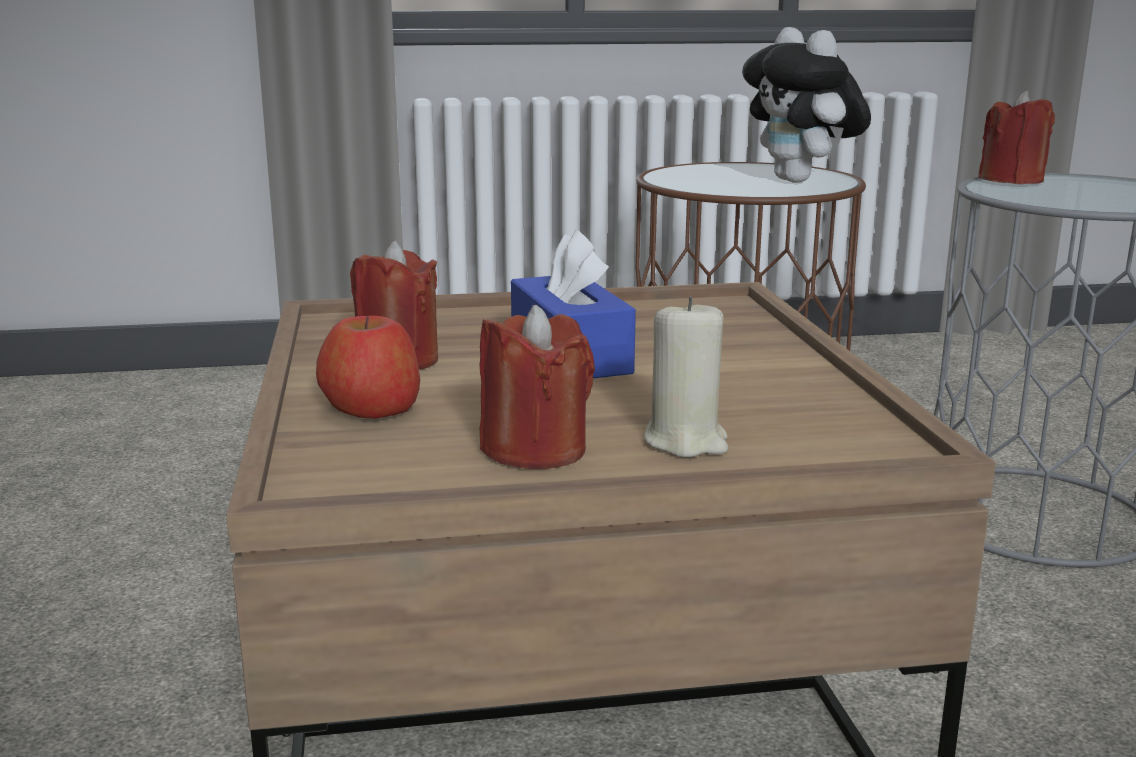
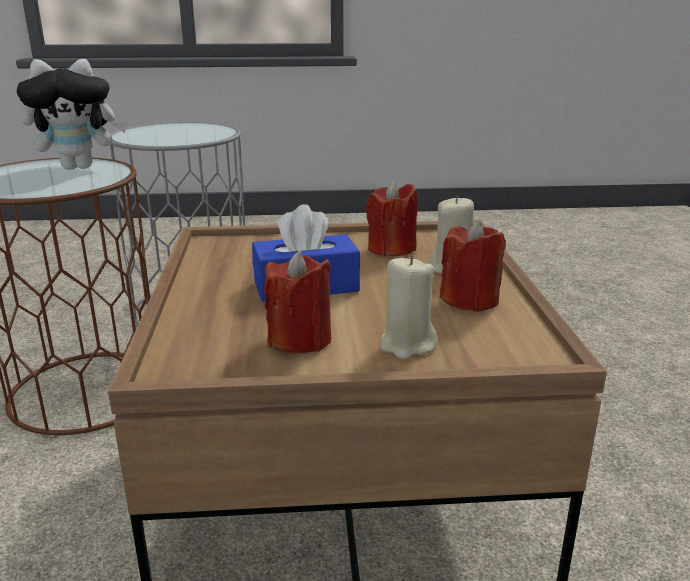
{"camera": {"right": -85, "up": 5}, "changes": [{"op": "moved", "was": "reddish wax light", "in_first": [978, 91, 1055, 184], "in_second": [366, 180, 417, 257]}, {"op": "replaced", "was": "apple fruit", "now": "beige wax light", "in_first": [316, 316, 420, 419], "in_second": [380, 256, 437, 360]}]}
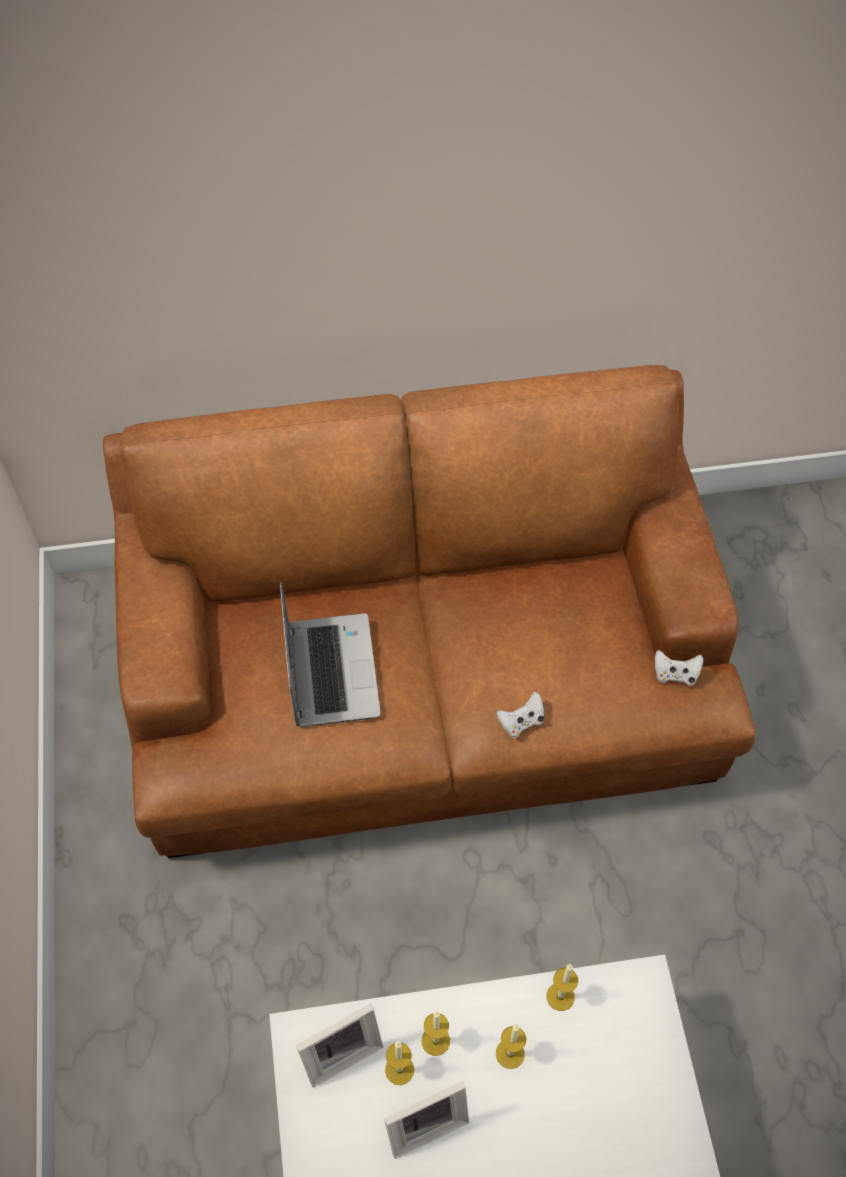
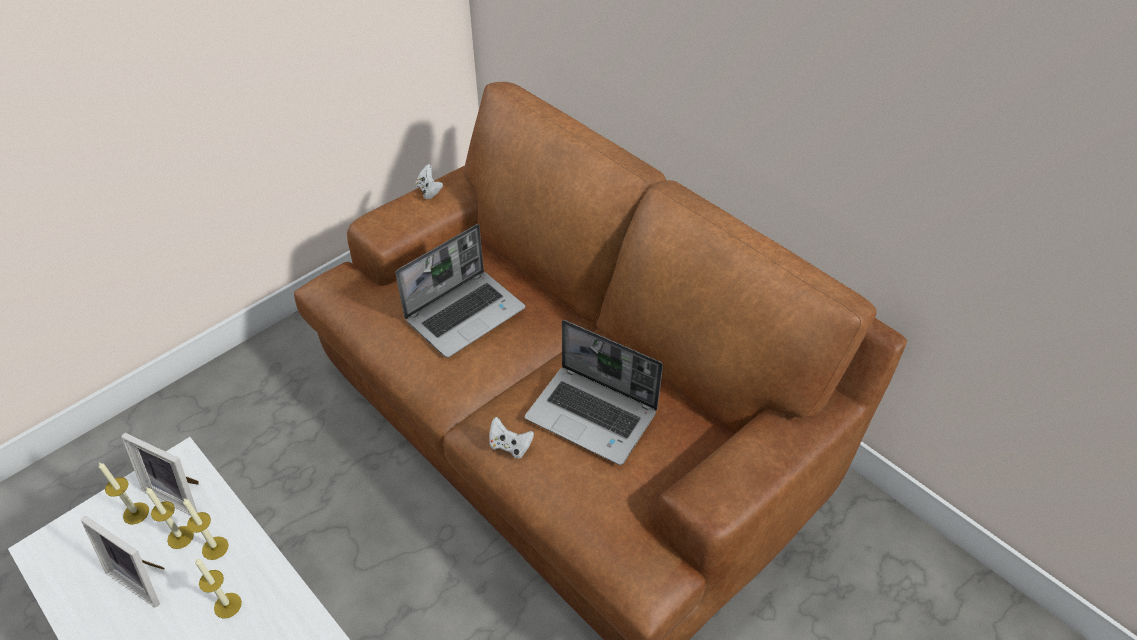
{"camera": {"right": 55, "up": -10}, "changes": [{"op": "added", "now": "portable computer", "in_second": [525, 320, 663, 465]}, {"op": "moved", "was": "wax light", "in_first": [546, 964, 578, 1011], "in_second": [99, 463, 149, 525]}, {"op": "moved", "was": "white joypad", "in_first": [655, 650, 703, 686], "in_second": [416, 164, 443, 199]}]}
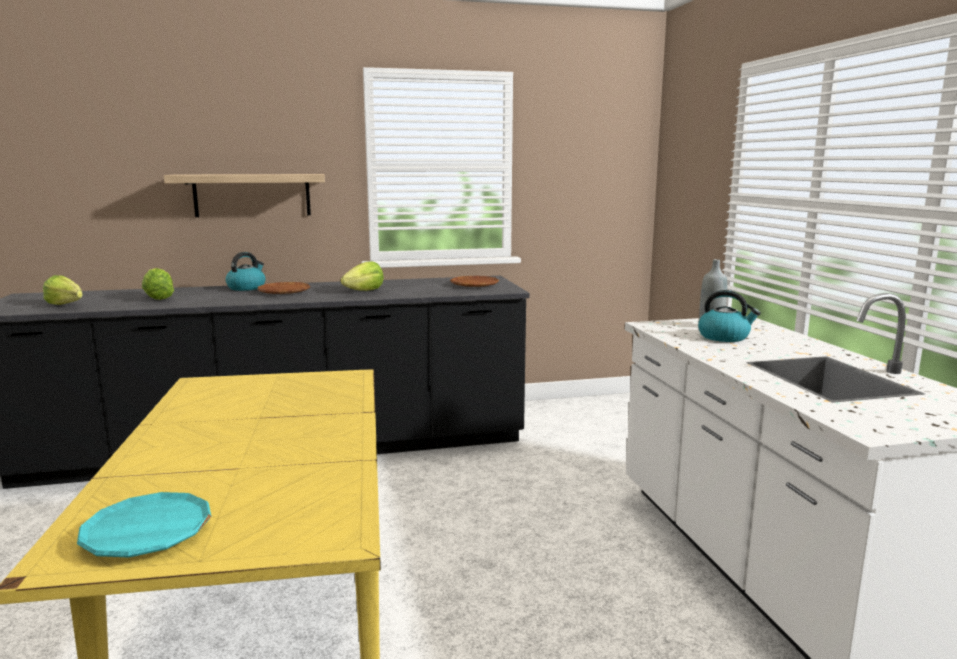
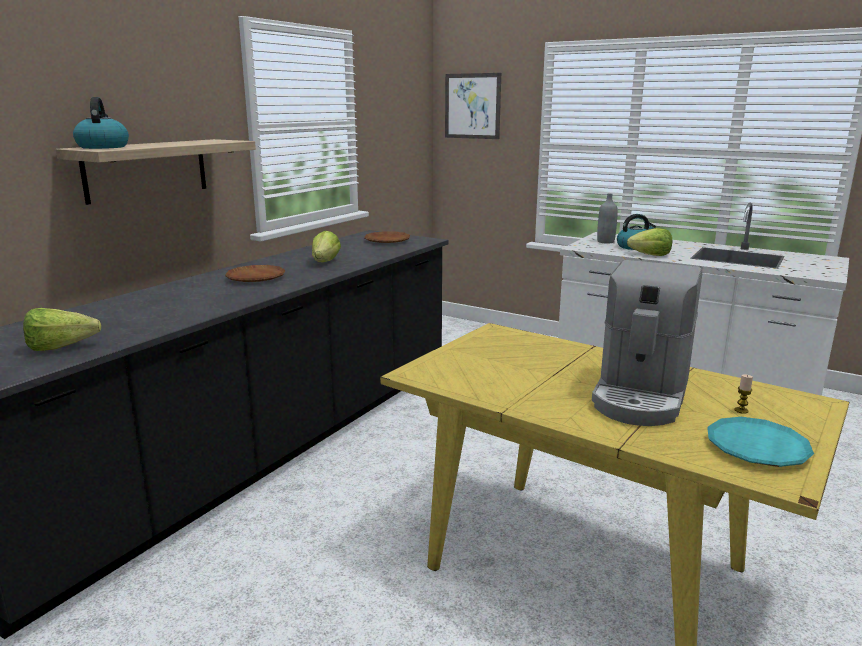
{"camera": {"right": -45, "up": 5}, "changes": [{"op": "added", "now": "wall art", "in_second": [445, 73, 501, 139]}, {"op": "added", "now": "coffee maker", "in_second": [592, 260, 703, 426]}, {"op": "added", "now": "wax light", "in_second": [735, 374, 753, 414]}, {"op": "moved", "was": "head of lettuce", "in_first": [142, 268, 174, 300], "in_second": [627, 228, 672, 256]}, {"op": "moved", "was": "tea kettle", "in_first": [226, 252, 265, 291], "in_second": [73, 97, 129, 149]}]}
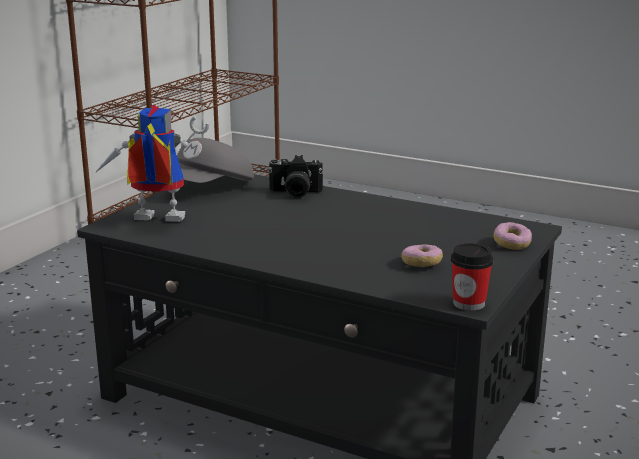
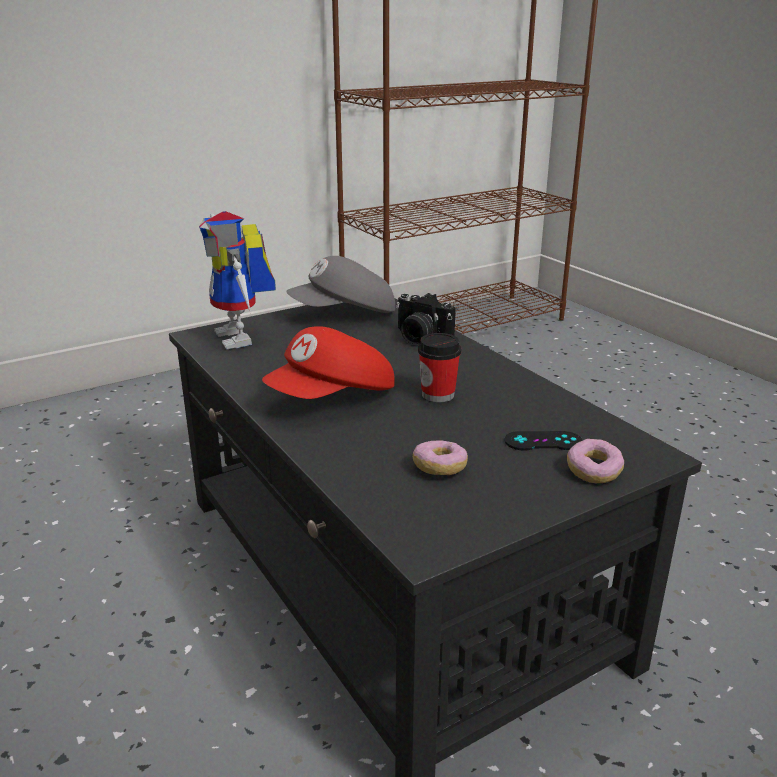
{"camera": {"right": 30, "up": 5}, "changes": [{"op": "added", "now": "reddish cap", "in_second": [262, 326, 395, 399]}, {"op": "added", "now": "black joypad", "in_second": [505, 431, 583, 451]}, {"op": "moved", "was": "drinking cup", "in_first": [451, 243, 493, 311], "in_second": [418, 333, 461, 402]}, {"op": "turned", "was": "toy robot", "in_first": [94, 105, 209, 222], "in_second": [199, 211, 276, 350], "clockwise": -150}]}
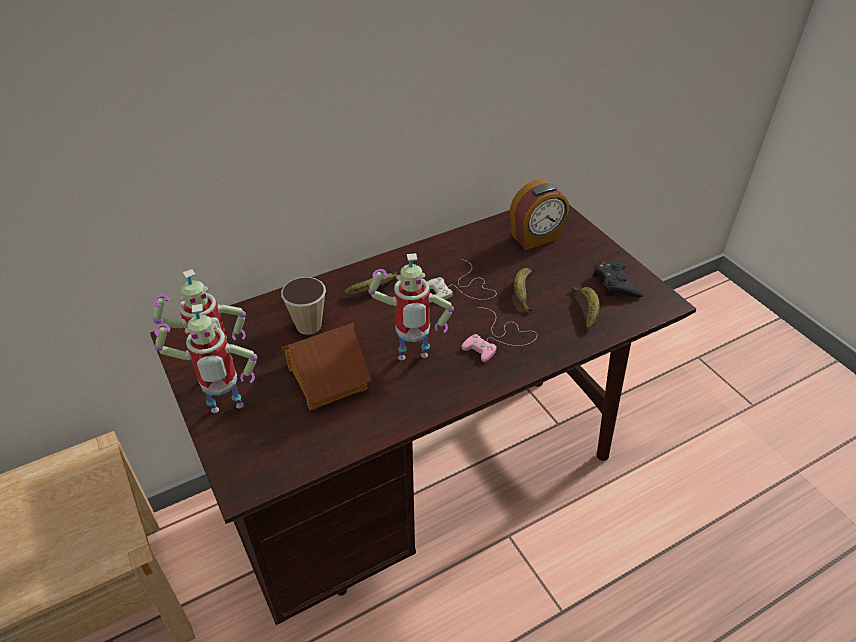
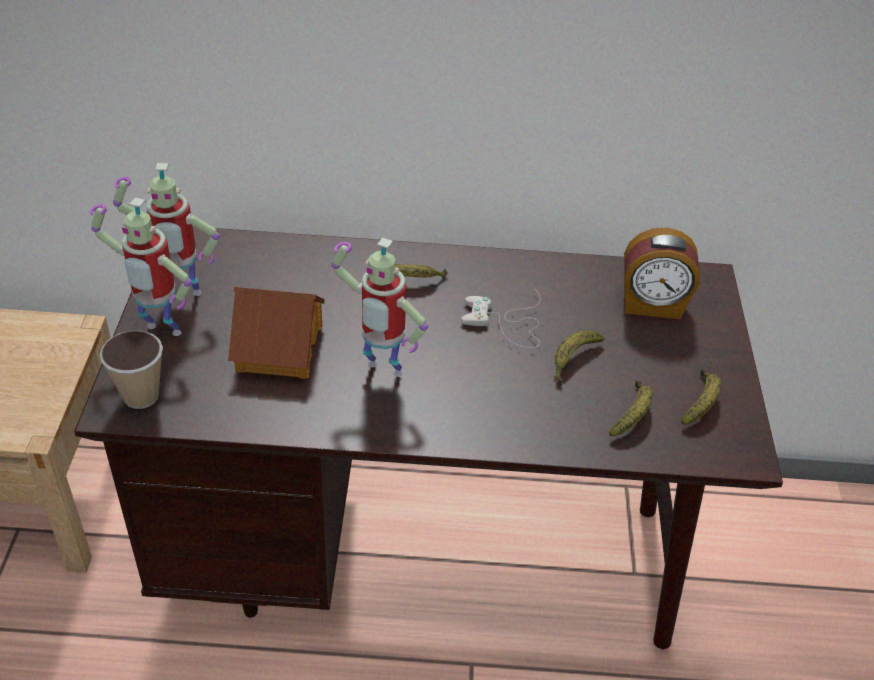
{"camera": {"right": 30, "up": 0}, "changes": [{"op": "removed", "was": "pinkish joypad", "in_first": [461, 308, 537, 362]}, {"op": "moved", "was": "drinking cup", "in_first": [281, 277, 326, 335], "in_second": [100, 331, 163, 409]}, {"op": "replaced", "was": "black joypad", "now": "banana", "in_first": [593, 261, 643, 297], "in_second": [681, 369, 721, 425]}]}
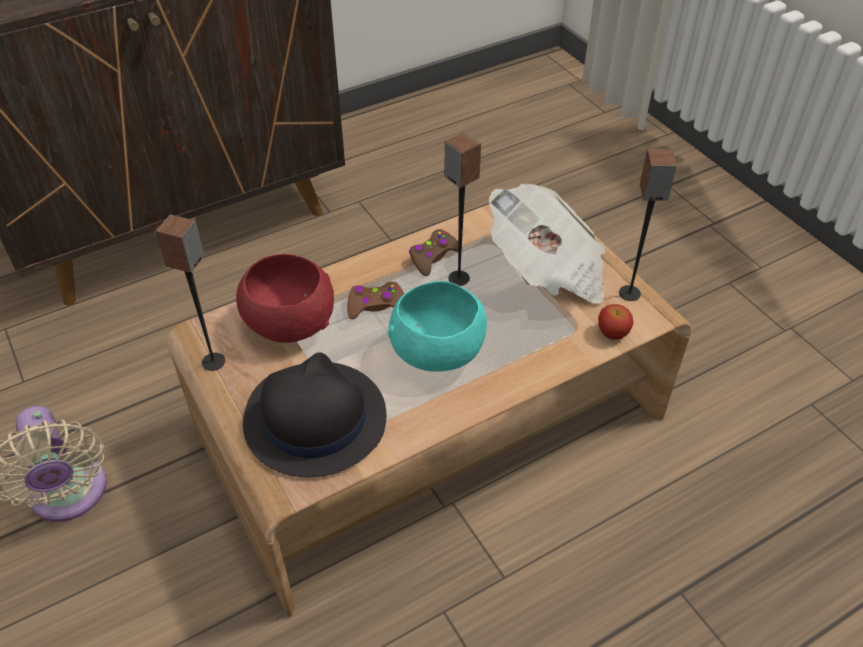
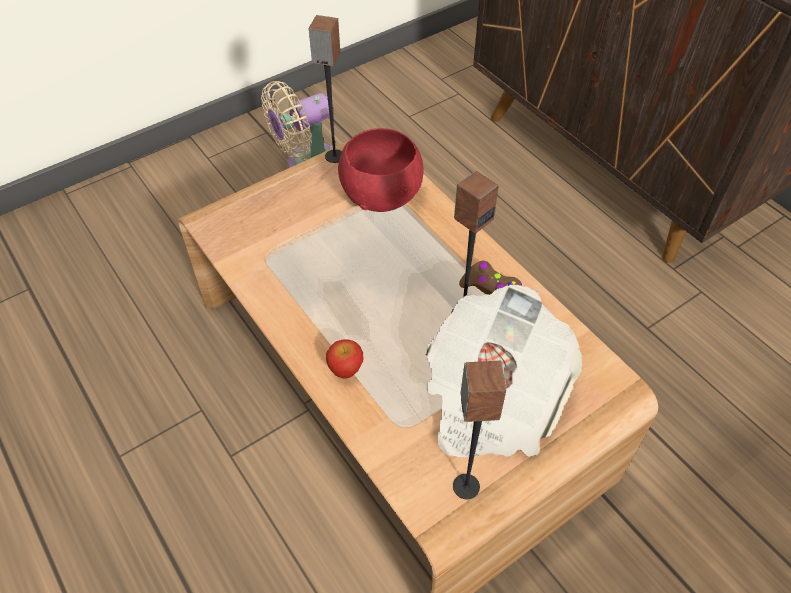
{"camera": {"right": 85, "up": 5}, "changes": [{"op": "removed", "was": "black clothing hat", "in_first": [243, 353, 386, 477]}, {"op": "removed", "was": "brown joypad", "in_first": [347, 282, 404, 319]}, {"op": "removed", "was": "blue-green bowl", "in_first": [388, 281, 487, 372]}, {"op": "moved", "was": "apple fruit", "in_first": [598, 304, 633, 340], "in_second": [326, 340, 363, 379]}]}
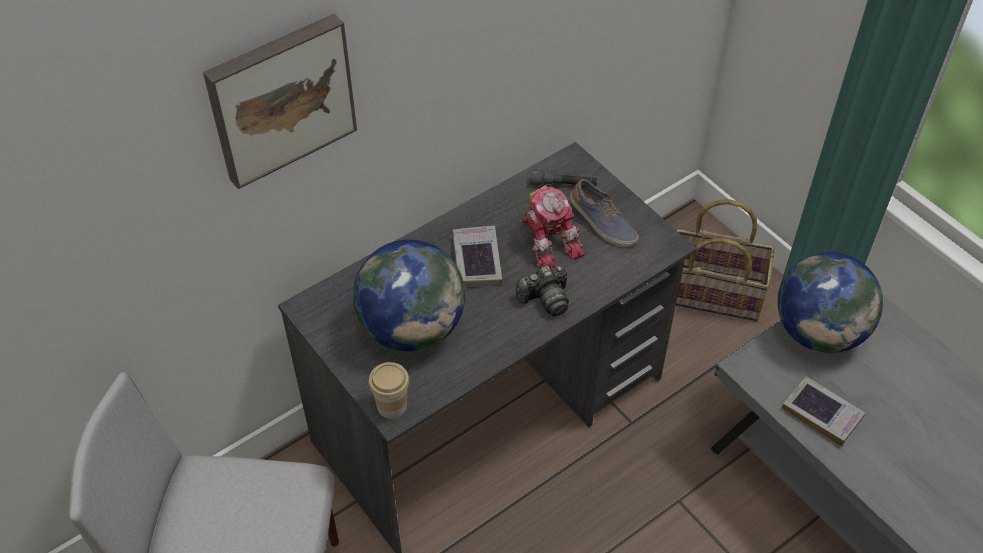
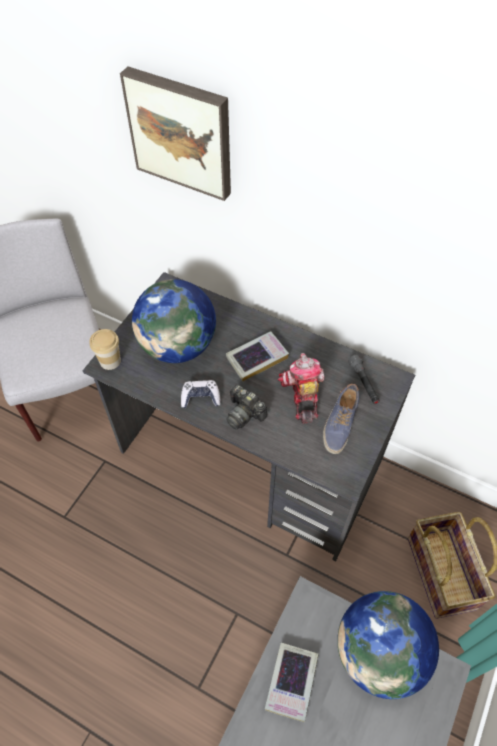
{"camera": {"right": 65, "up": 5}, "changes": [{"op": "added", "now": "joypad", "in_second": [181, 380, 221, 408]}, {"op": "turned", "was": "toy robot", "in_first": [521, 185, 585, 268], "in_second": [278, 353, 324, 423], "clockwise": 135}]}
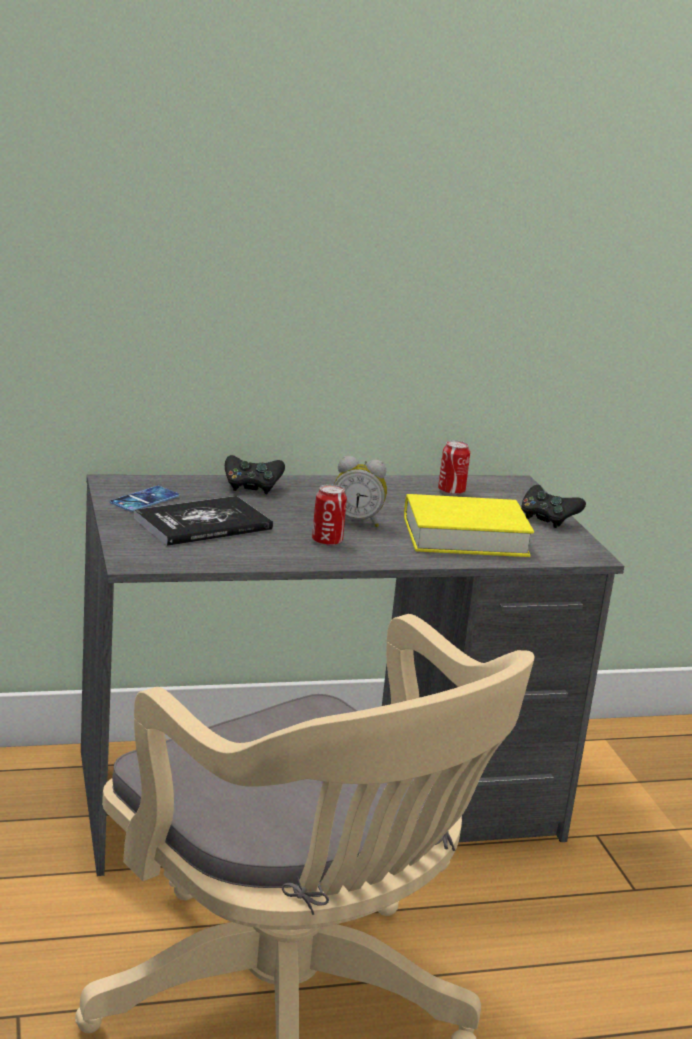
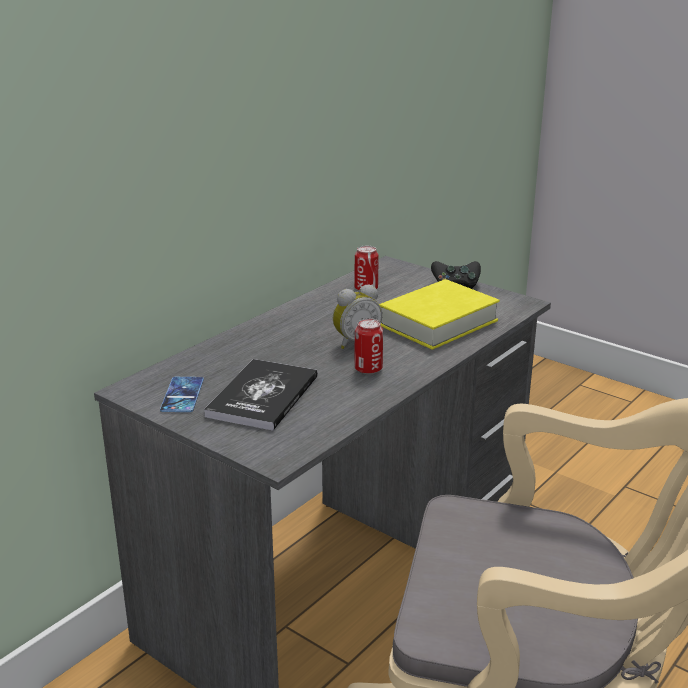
{"camera": {"right": -35, "up": 5}, "changes": [{"op": "removed", "was": "black joypad", "in_first": [225, 455, 285, 494]}]}
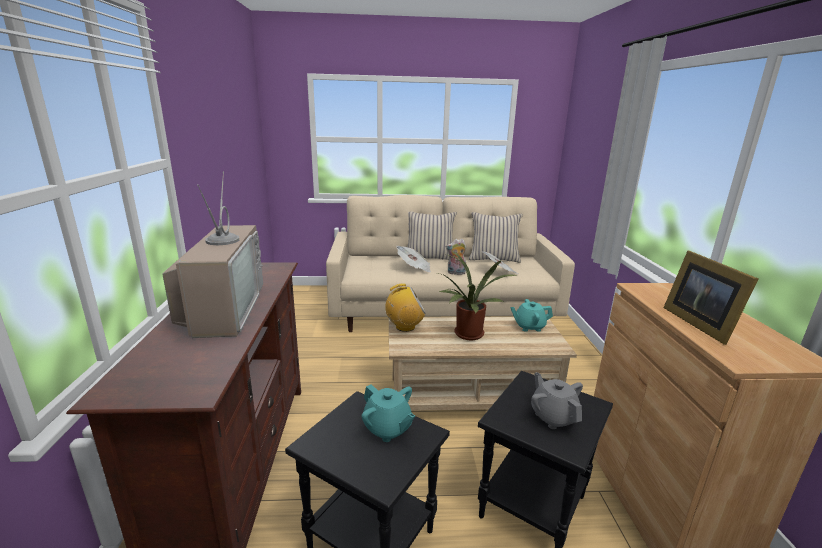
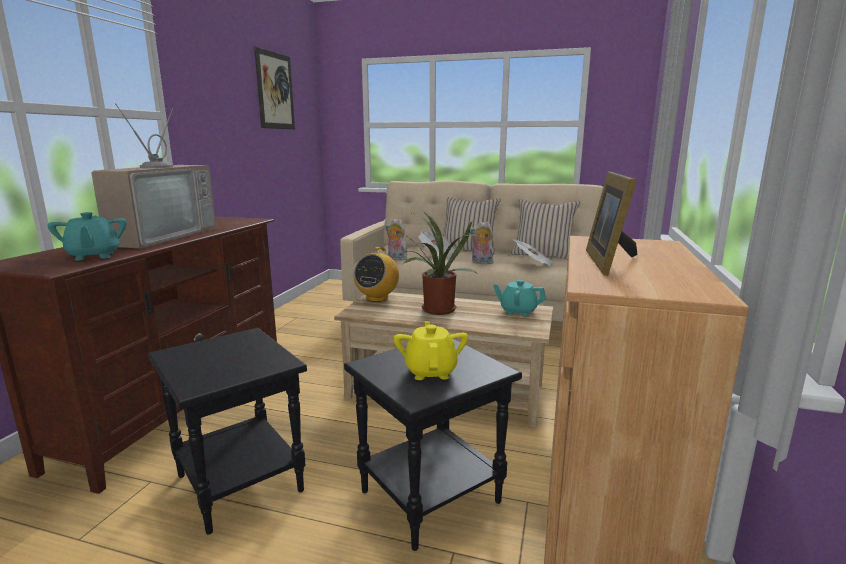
{"camera": {"right": 20, "up": -5}, "changes": [{"op": "added", "now": "wall art", "in_second": [254, 46, 295, 129]}, {"op": "added", "now": "soft toy", "in_second": [385, 219, 407, 260]}, {"op": "moved", "was": "blue-green teapot", "in_first": [362, 384, 415, 442], "in_second": [48, 212, 127, 261]}, {"op": "recoloured", "was": "greyish teapot", "now": "yellow teapot", "in_first": [531, 372, 583, 429], "in_second": [394, 321, 468, 380]}, {"op": "turned", "was": "radio", "in_first": [385, 283, 426, 332], "in_second": [354, 247, 399, 302], "clockwise": 105}]}
